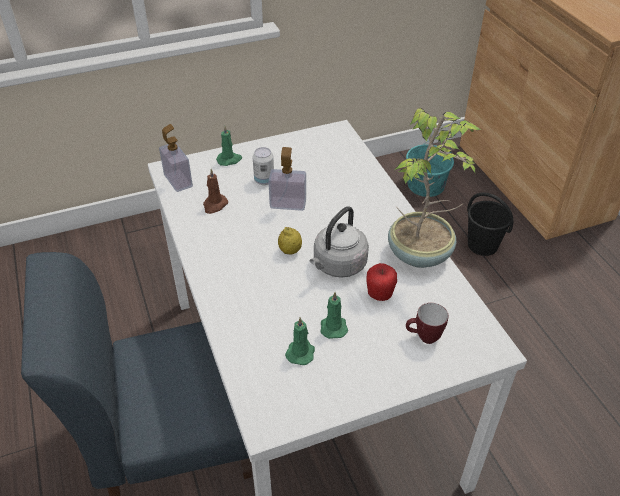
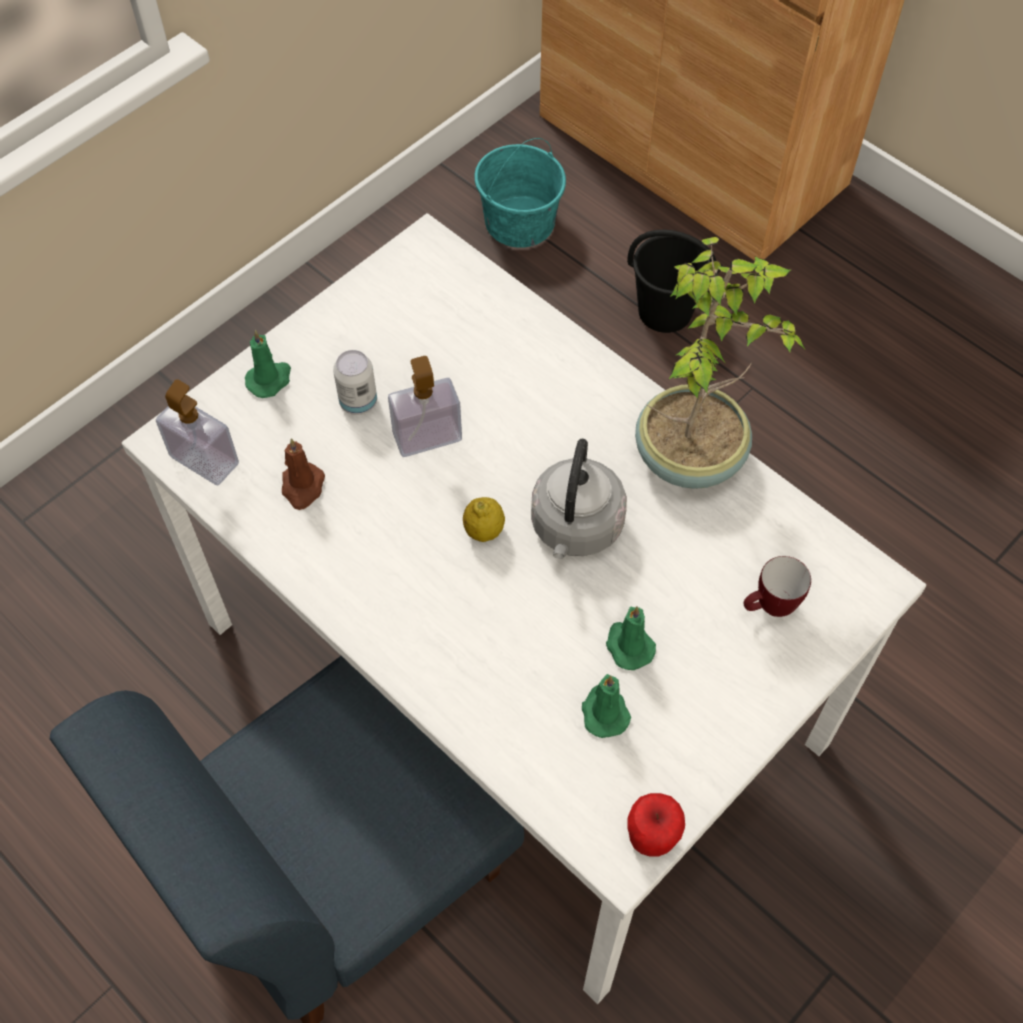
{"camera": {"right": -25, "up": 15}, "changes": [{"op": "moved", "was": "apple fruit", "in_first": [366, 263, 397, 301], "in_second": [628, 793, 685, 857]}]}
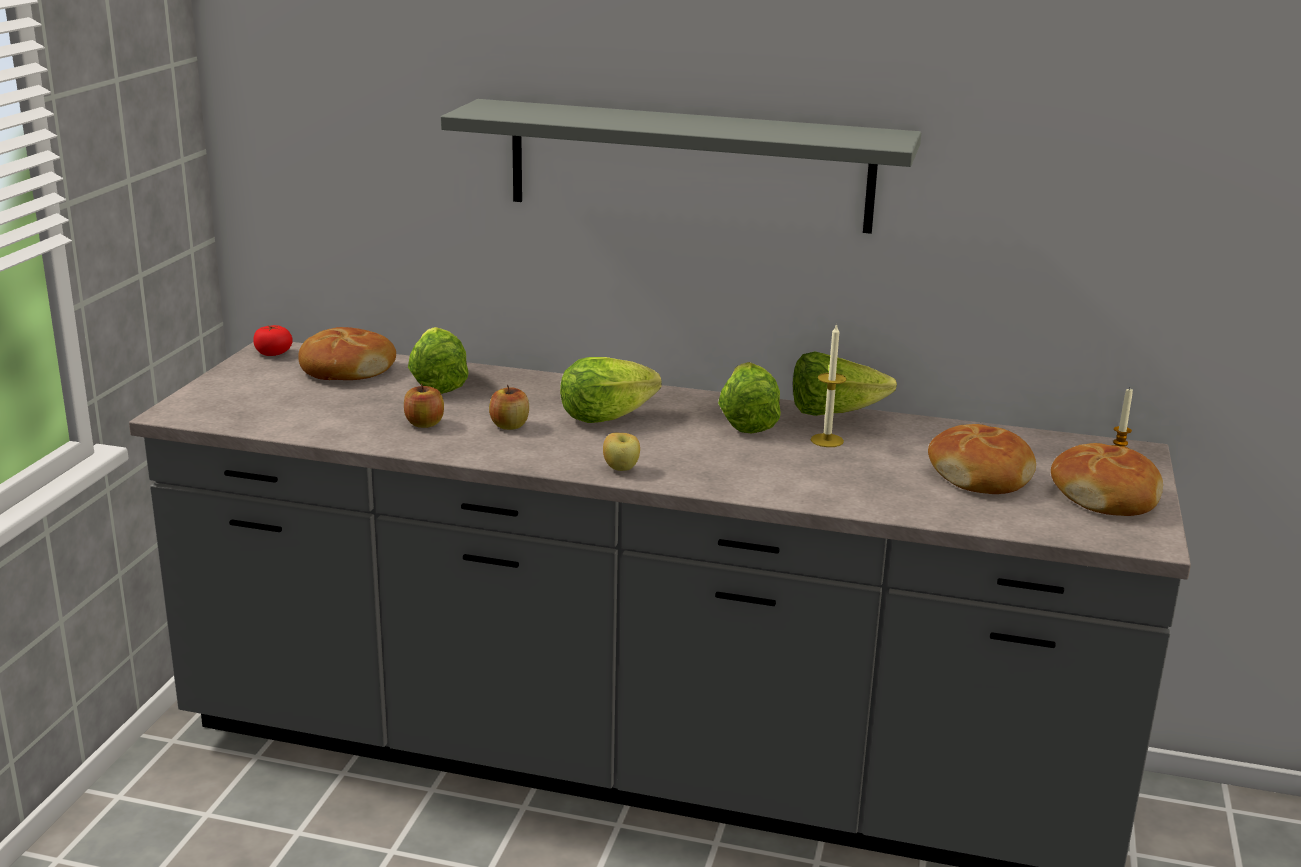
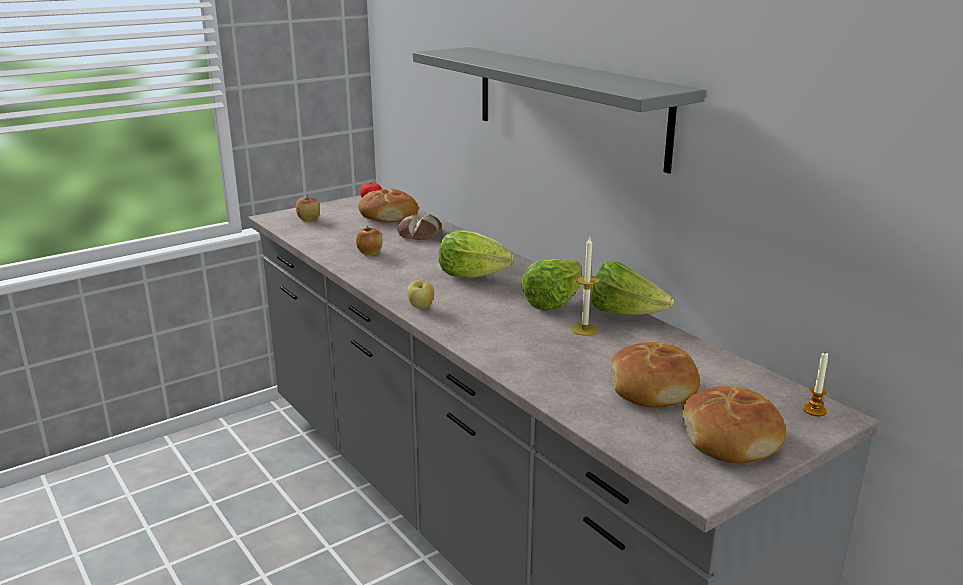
{"camera": {"right": 40, "up": 0}, "changes": [{"op": "moved", "was": "apple fruit", "in_first": [489, 385, 529, 430], "in_second": [296, 197, 320, 221]}, {"op": "replaced", "was": "head of lettuce", "now": "bakery bread", "in_first": [408, 327, 469, 394], "in_second": [397, 214, 441, 240]}]}
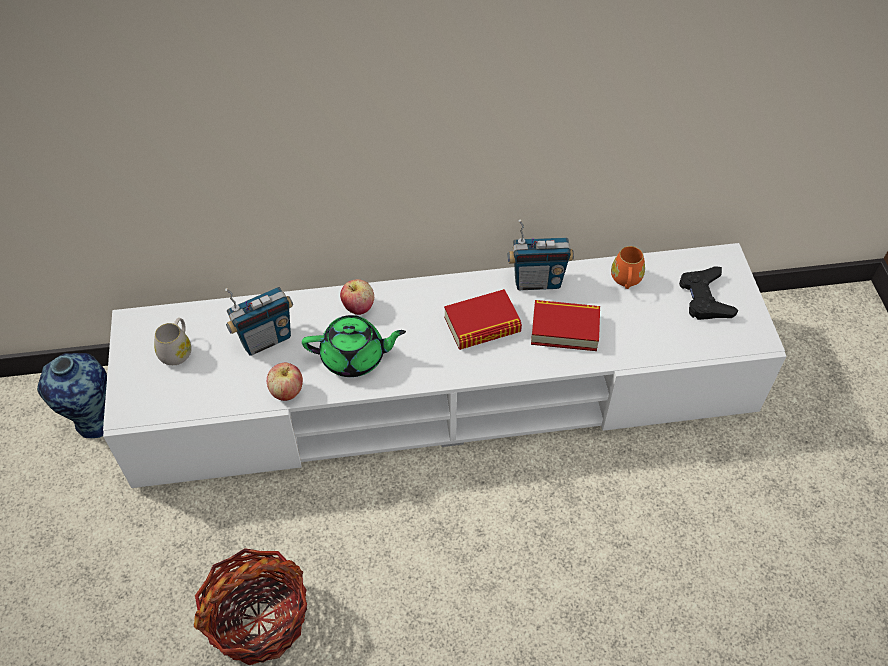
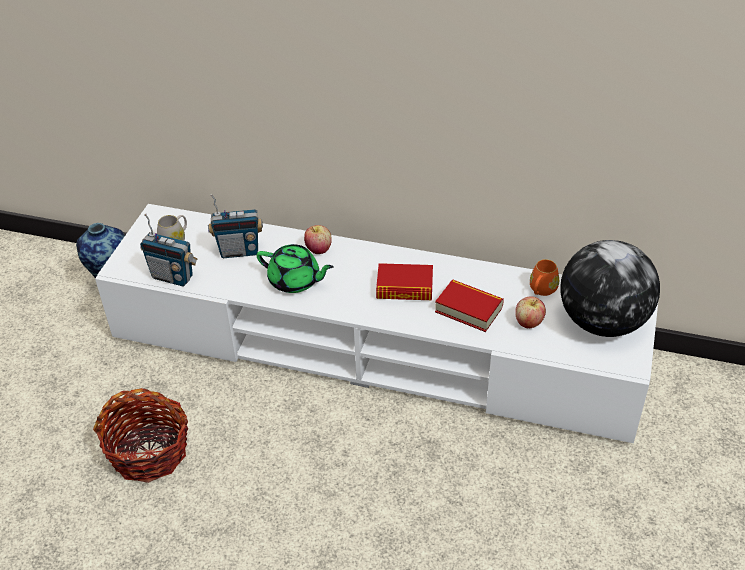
{"camera": {"right": 25, "up": -10}, "changes": [{"op": "moved", "was": "apple fruit", "in_first": [267, 363, 303, 401], "in_second": [515, 296, 546, 328]}, {"op": "moved", "was": "radio", "in_first": [508, 220, 574, 290], "in_second": [140, 214, 197, 287]}, {"op": "replaced", "was": "black joypad", "now": "globe", "in_first": [679, 266, 738, 320], "in_second": [560, 240, 660, 337]}]}
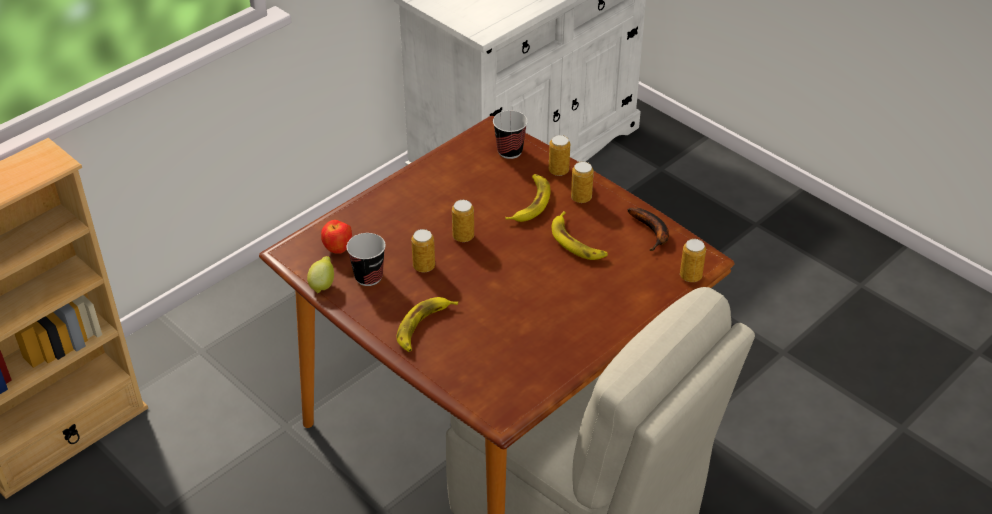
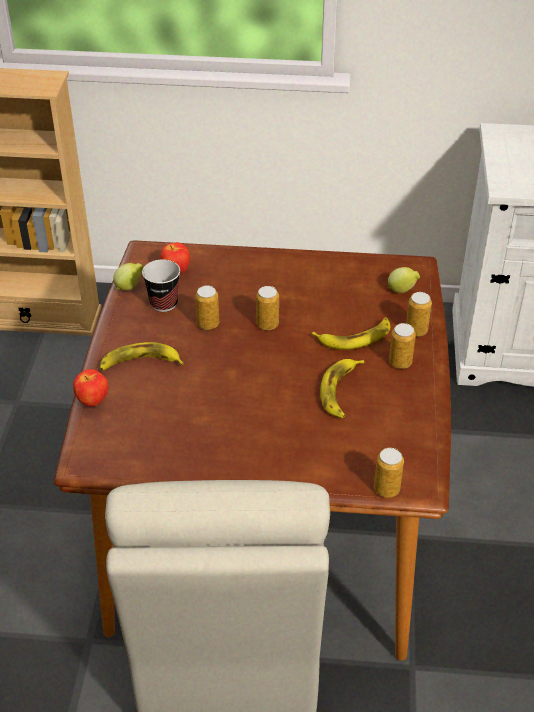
{"camera": {"right": 50, "up": 0}, "changes": [{"op": "removed", "was": "banana", "in_first": [628, 207, 669, 251]}, {"op": "added", "now": "apple fruit", "in_second": [73, 369, 109, 407]}, {"op": "replaced", "was": "drinking cup", "now": "citrus fruit", "in_first": [493, 111, 528, 159], "in_second": [388, 267, 420, 293]}]}
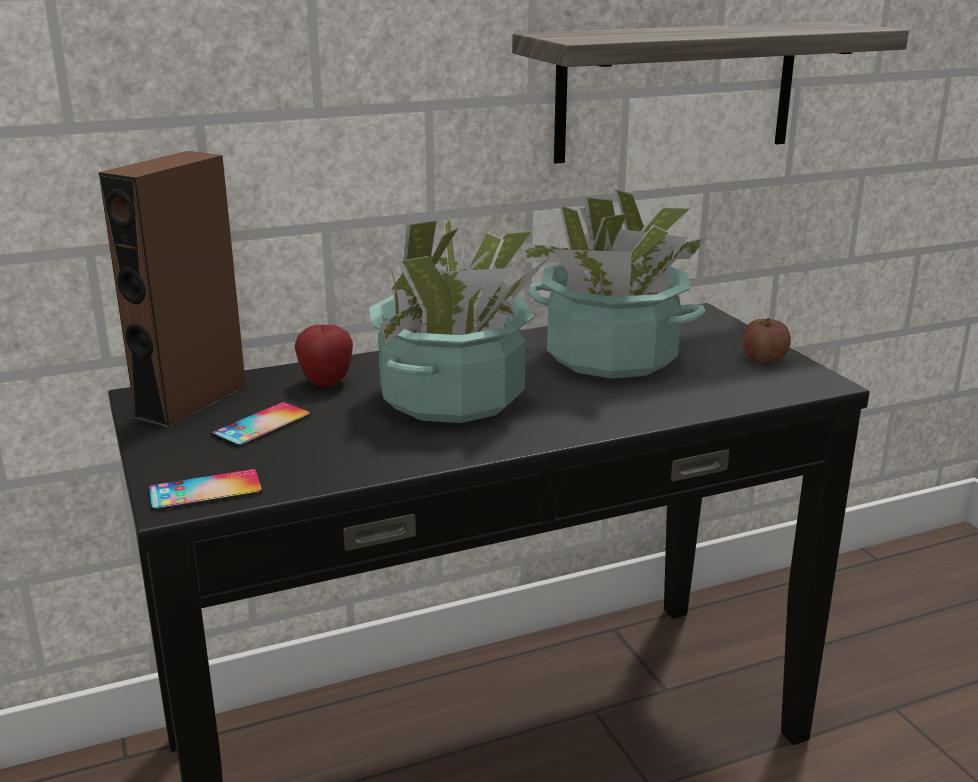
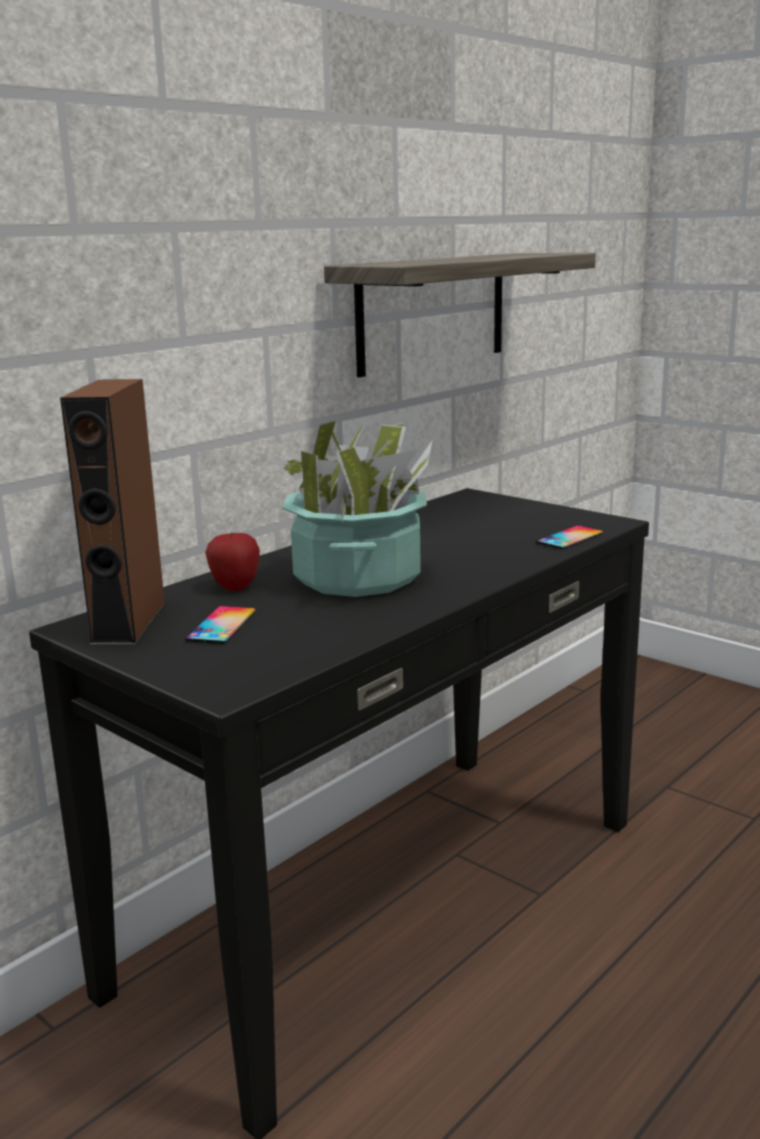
{"camera": {"right": -25, "up": -5}, "changes": [{"op": "removed", "was": "houseplant", "in_first": [522, 189, 708, 379]}, {"op": "removed", "was": "apple fruit", "in_first": [742, 318, 791, 364]}, {"op": "moved", "was": "phone", "in_first": [149, 469, 262, 510], "in_second": [536, 525, 603, 549]}]}
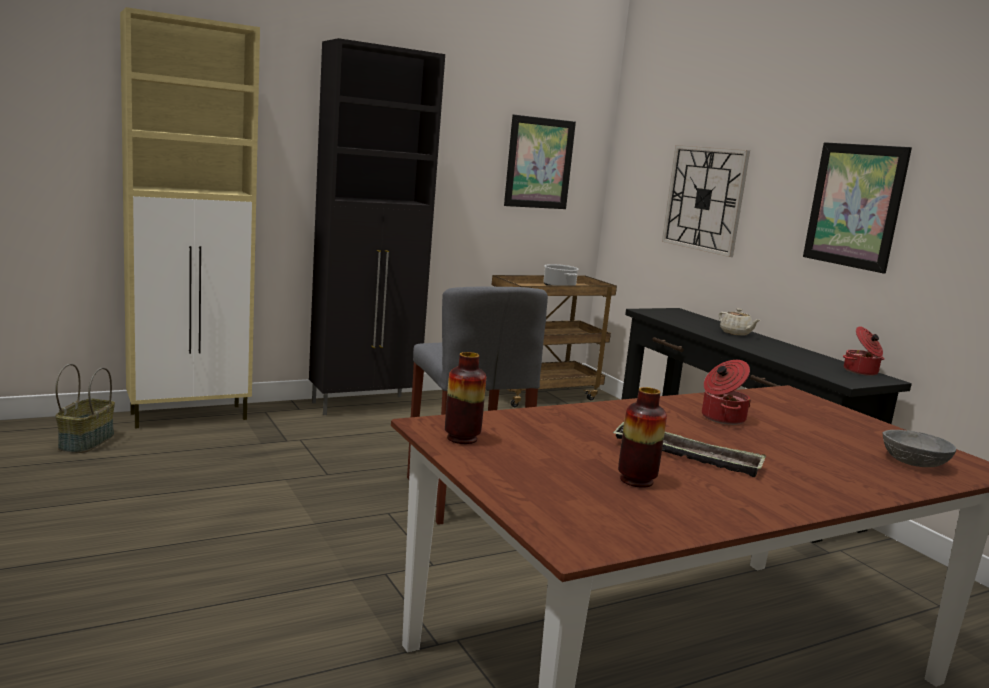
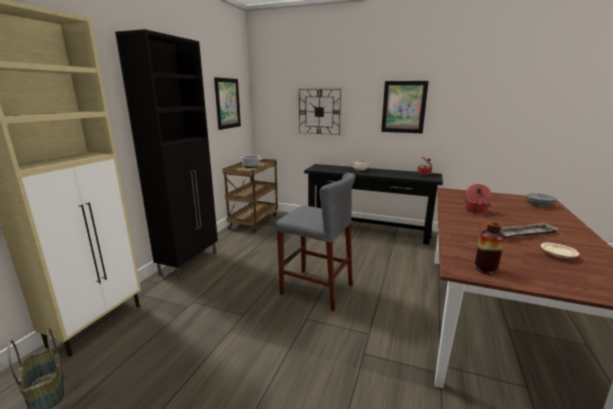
{"camera": {"right": -40, "up": 5}, "changes": [{"op": "replaced", "was": "decorative vase", "now": "beige plate", "in_first": [618, 387, 667, 488], "in_second": [541, 243, 579, 258]}]}
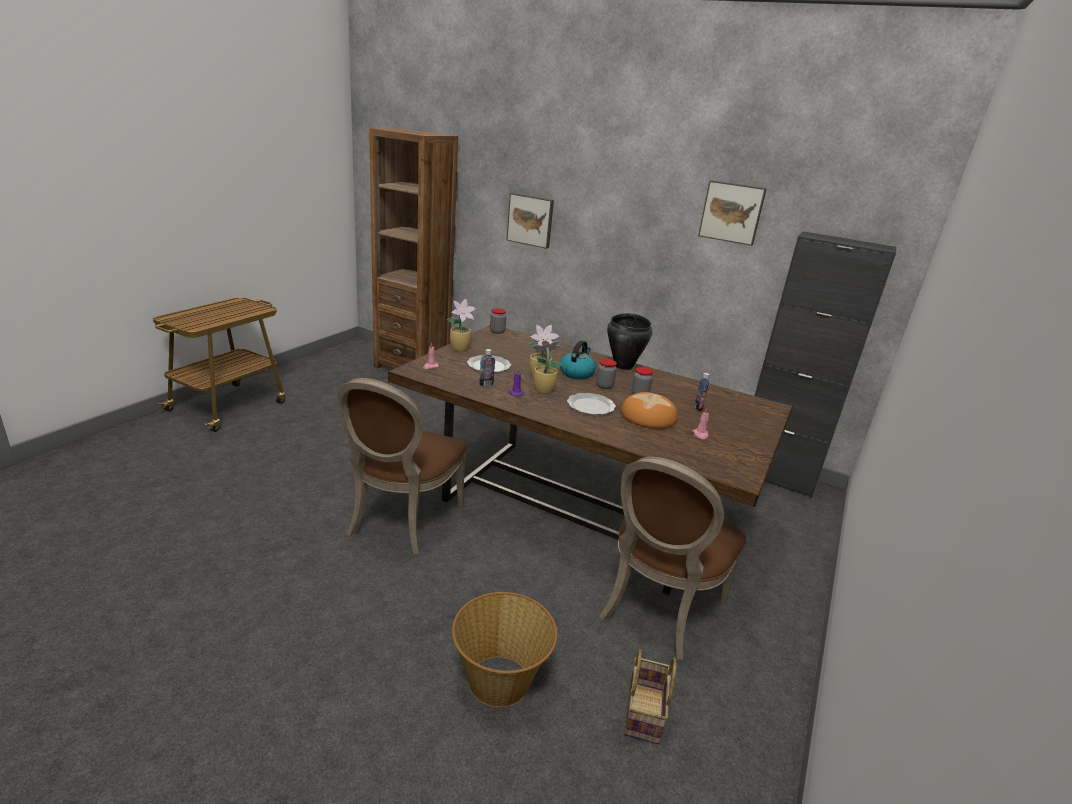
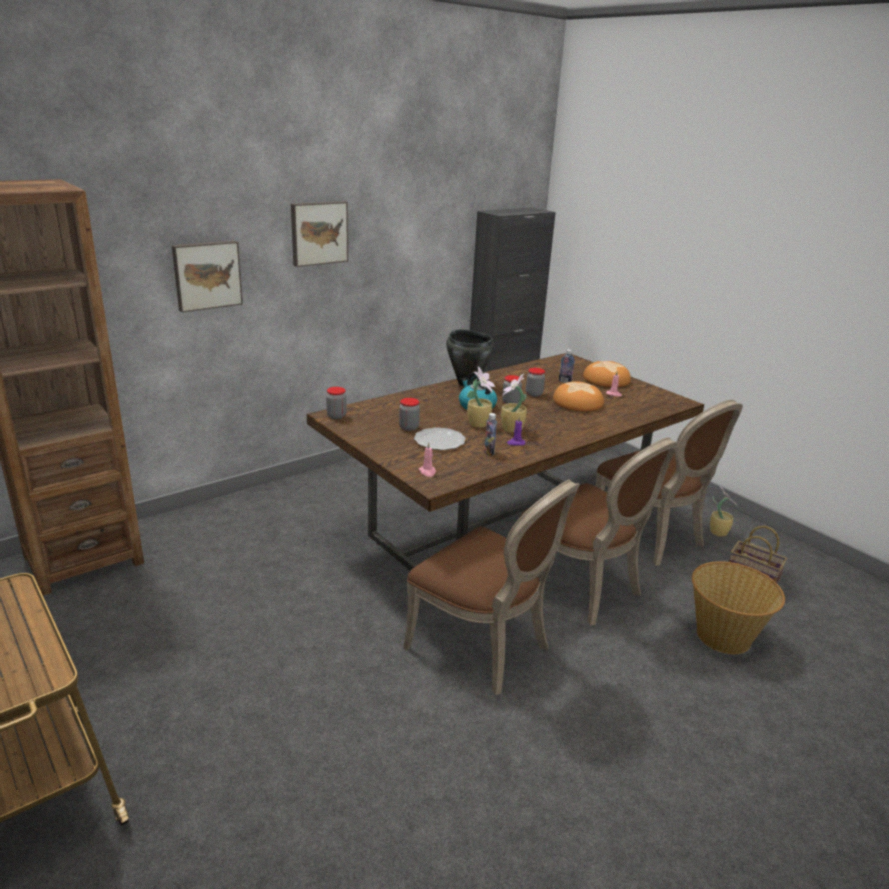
{"camera": {"right": -65, "up": 0}, "changes": [{"op": "removed", "was": "plate", "in_first": [567, 393, 616, 415]}, {"op": "added", "now": "storage jar", "in_second": [399, 398, 420, 431]}, {"op": "added", "now": "brown chair", "in_second": [520, 438, 679, 626]}, {"op": "added", "now": "bakery bread", "in_second": [583, 361, 631, 387]}, {"op": "moved", "was": "houseplant", "in_first": [447, 299, 476, 351], "in_second": [710, 487, 738, 537]}, {"op": "moved", "was": "wall art", "in_first": [698, 180, 767, 246], "in_second": [291, 201, 348, 267]}]}
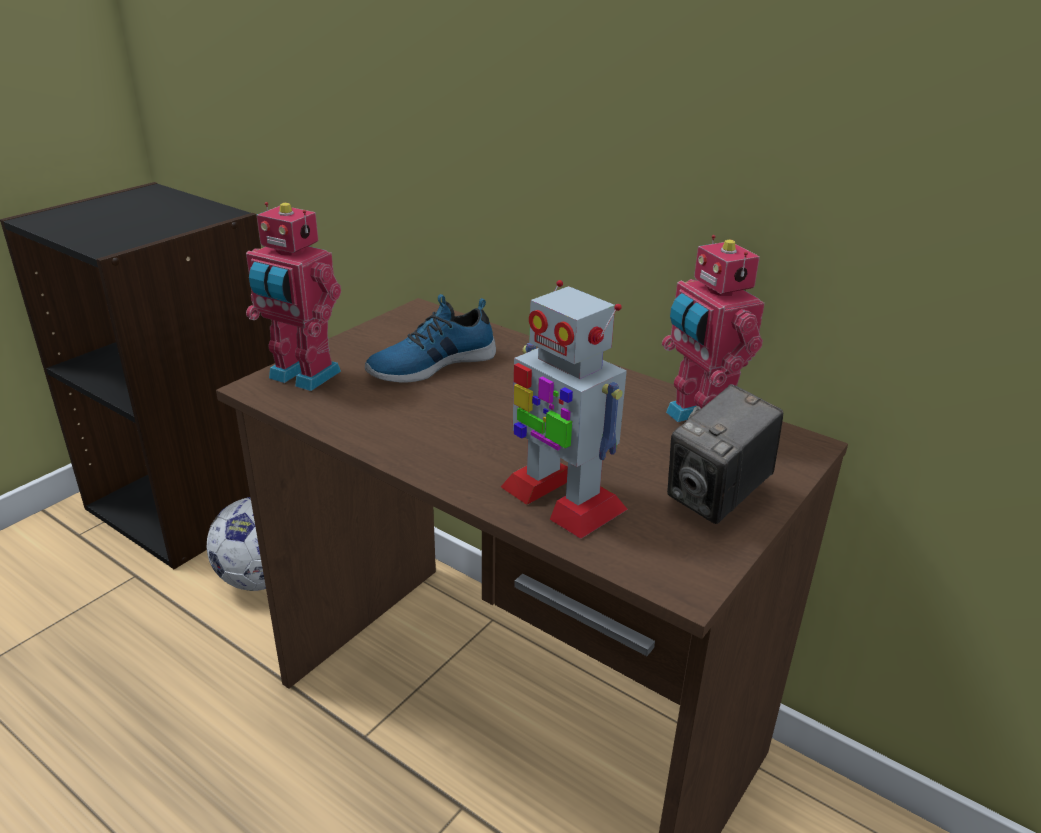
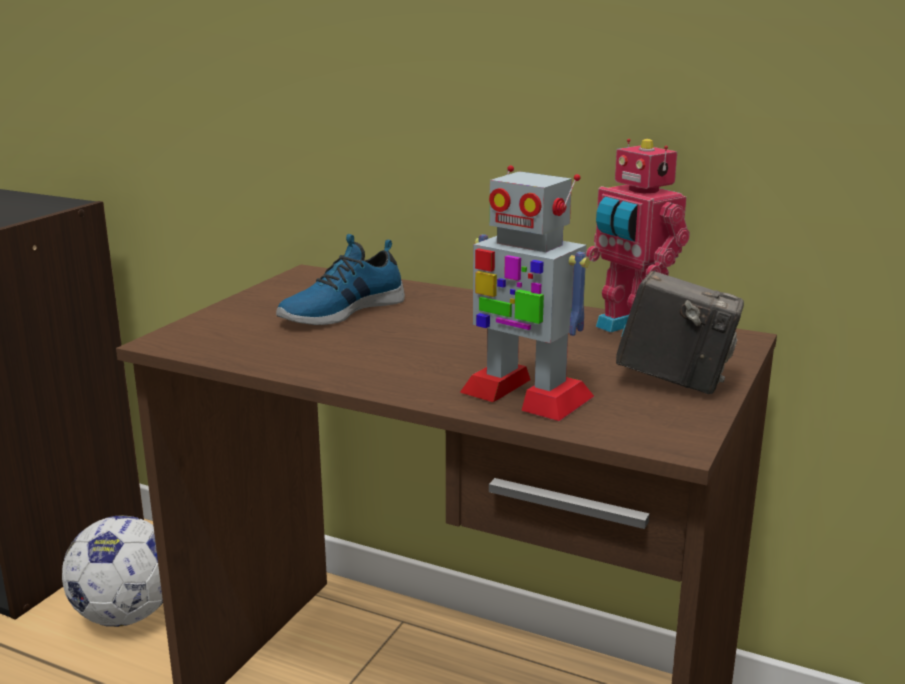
{"camera": {"right": -10, "up": -10}, "changes": [{"op": "removed", "was": "toy robot", "in_first": [246, 202, 341, 391]}, {"op": "turned", "was": "still camera", "in_first": [667, 384, 784, 524], "in_second": [616, 270, 744, 394], "clockwise": -105}]}
